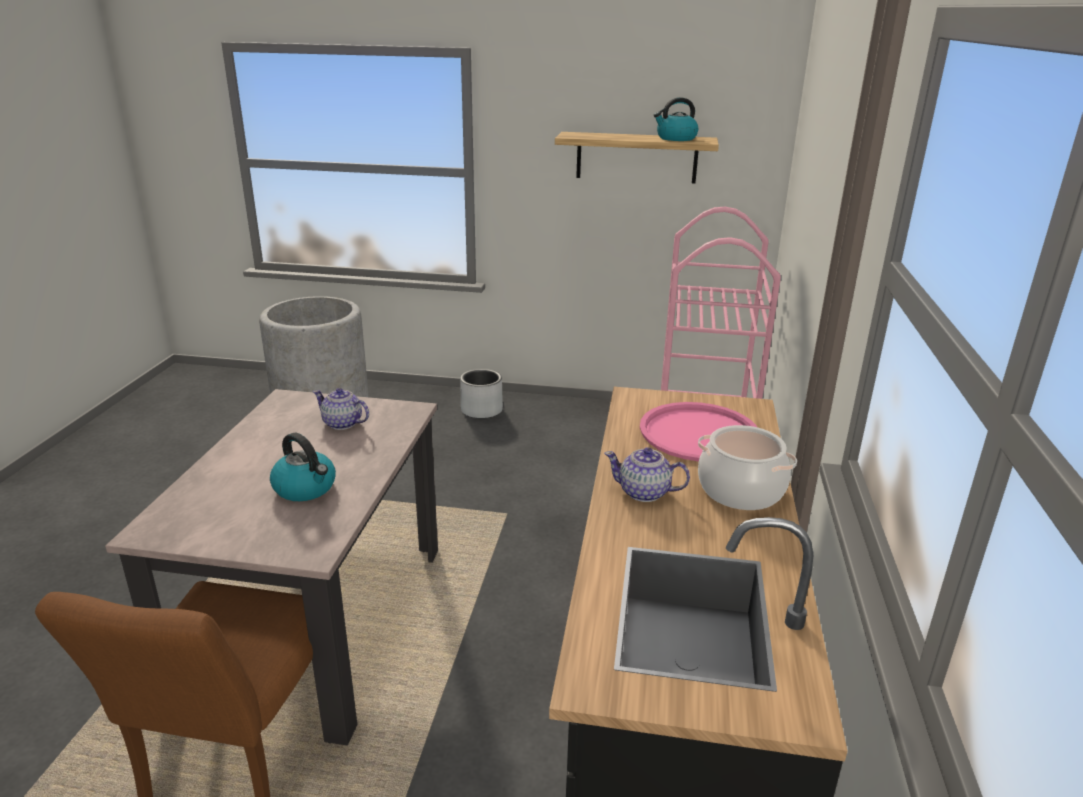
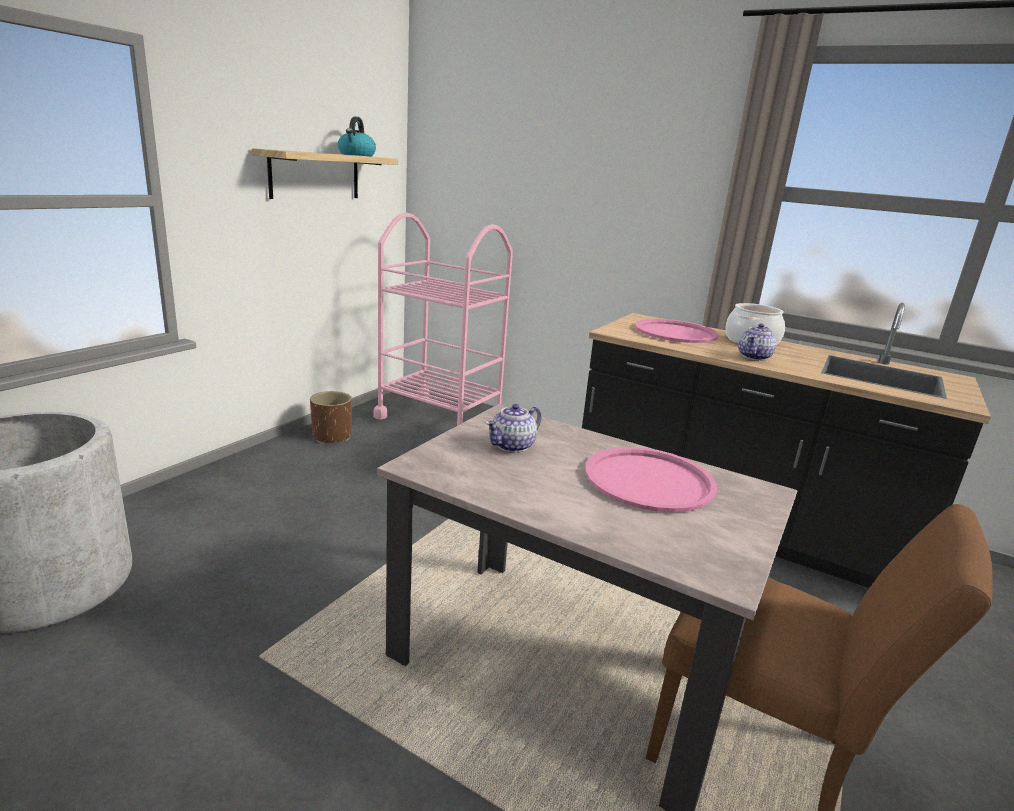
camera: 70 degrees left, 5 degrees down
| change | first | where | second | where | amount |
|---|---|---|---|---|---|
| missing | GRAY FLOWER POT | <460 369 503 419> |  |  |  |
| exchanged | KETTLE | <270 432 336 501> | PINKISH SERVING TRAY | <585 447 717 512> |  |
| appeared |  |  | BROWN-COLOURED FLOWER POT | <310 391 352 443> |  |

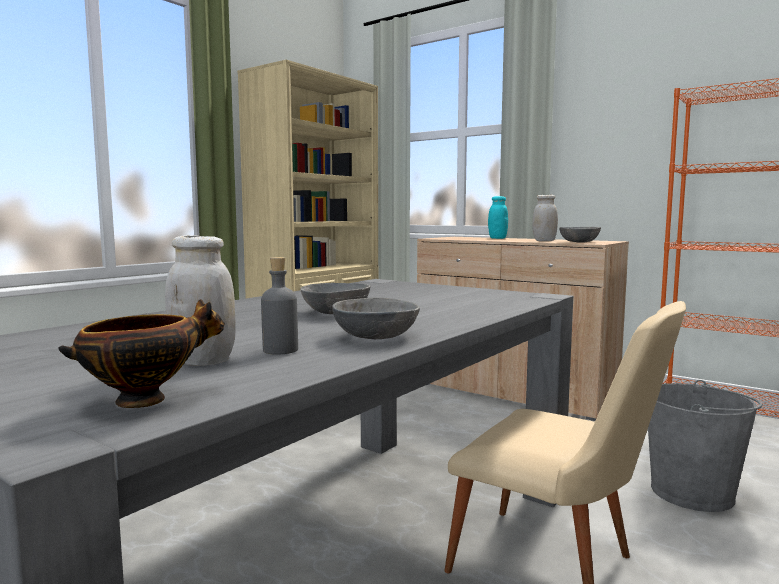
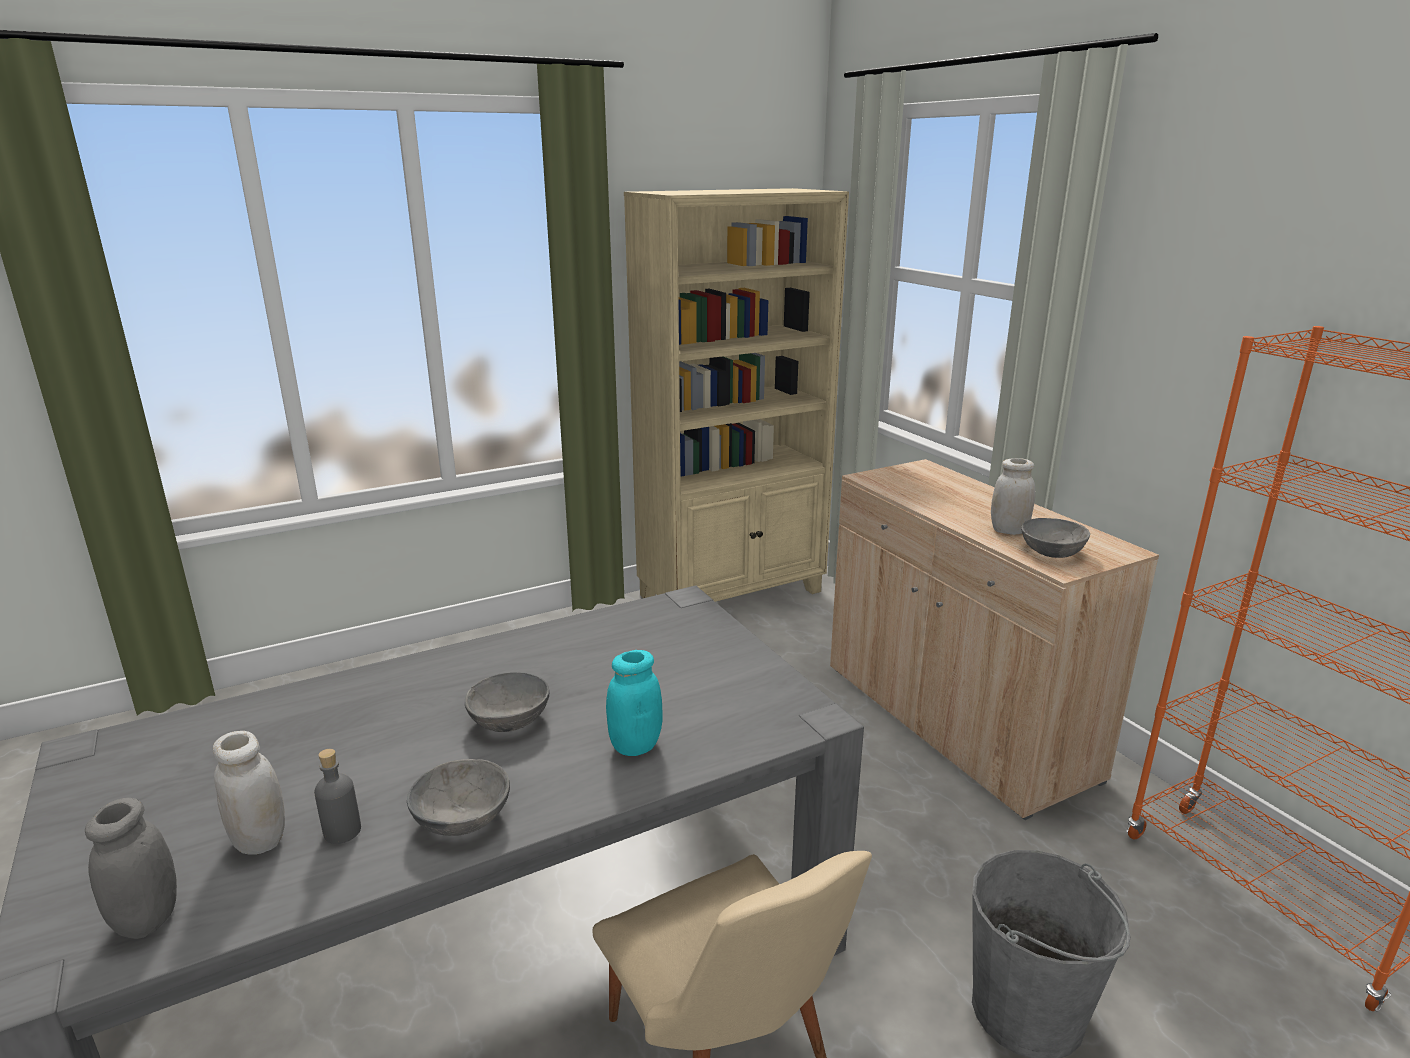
camera: 25 degrees right, 15 degrees up
| change | first | where | second | where | amount |
|---|---|---|---|---|---|
| relocated | TURQUOISE-COLOURED PRESERVE JAR | <488 196 508 239> |  | <606 650 663 756> |  |
| exchanged | DEEP DISH | <59 299 225 408> | GRAY PRESERVE JAR | <85 798 177 939> |  |

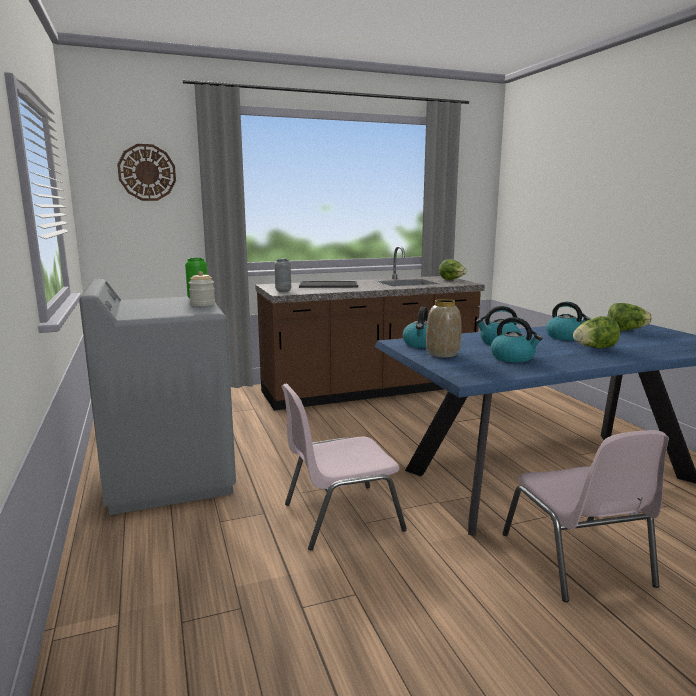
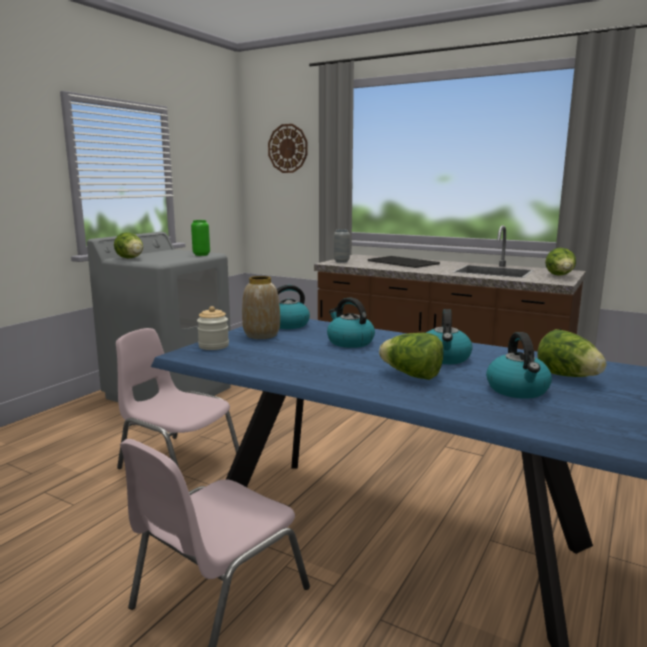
camera: 50 degrees right, 0 degrees up
| change | first | where | second | where | amount |
|---|---|---|---|---|---|
| relocated | PRESERVE JAR | <189 271 215 306> |  | <197 306 229 350> |  |
| relocated | KETTLE | <491 317 542 362> |  | <486 332 552 399> |  |
| appeared |  |  | LETTUCE HEAD | <114 232 143 258> |  |

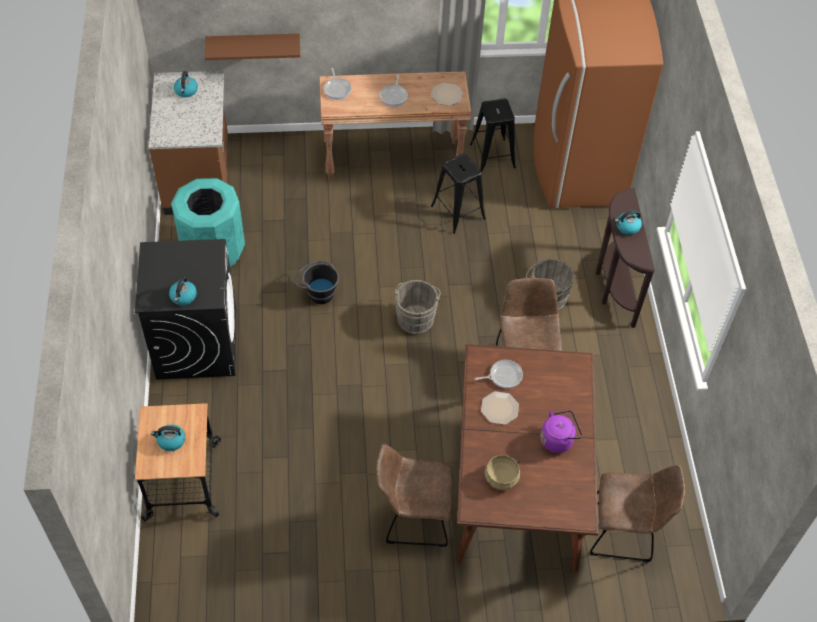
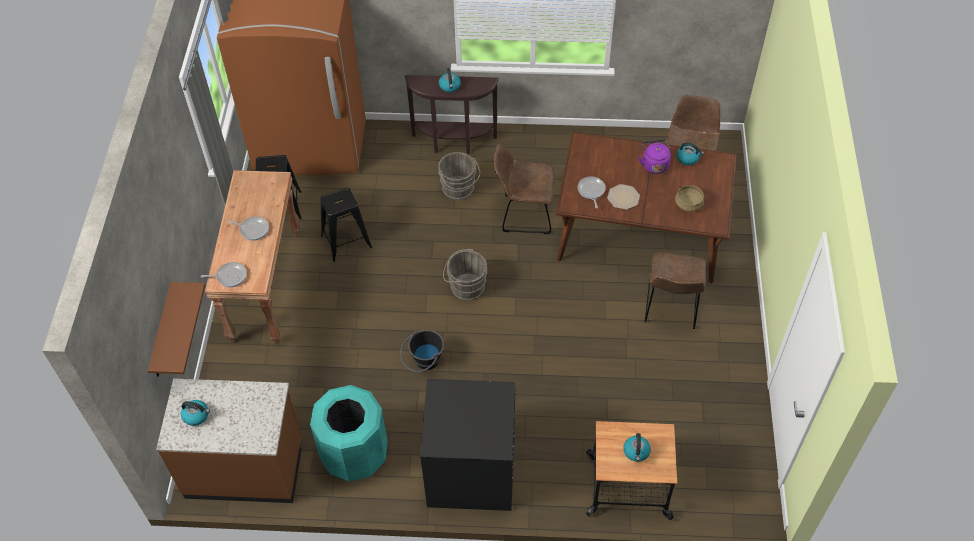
camera: 80 degrees left, 0 degrees up
| change | first | where | second | where | amount |
|---|---|---|---|---|---|
| missing | PLATE | <431 83 463 106> |  |  |  |
| relocated | KETTLE | <169 276 197 305> |  | <677 142 704 165> |  |

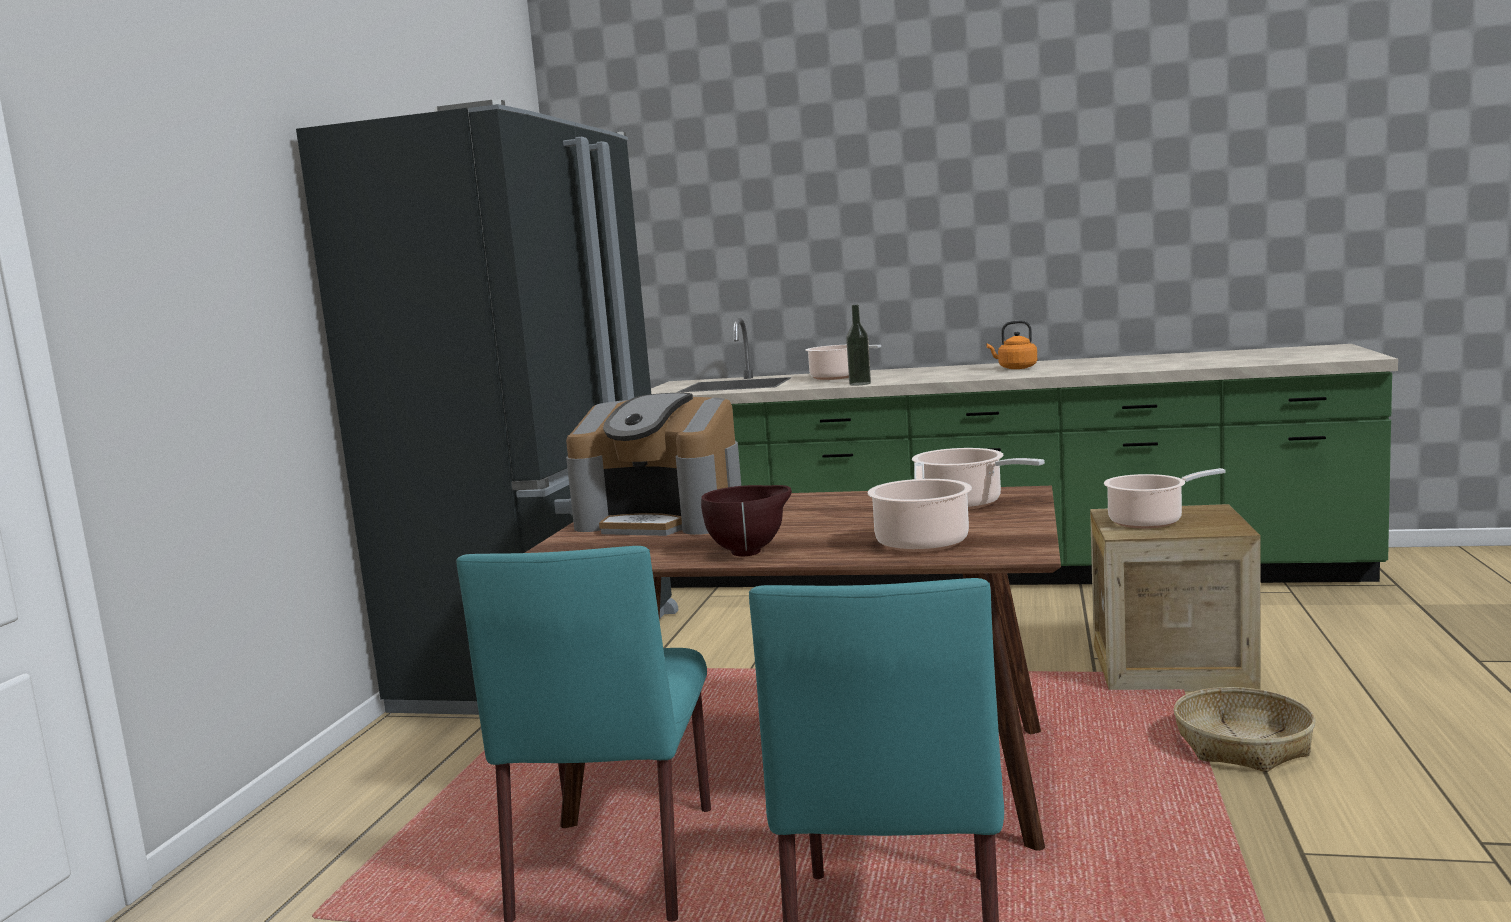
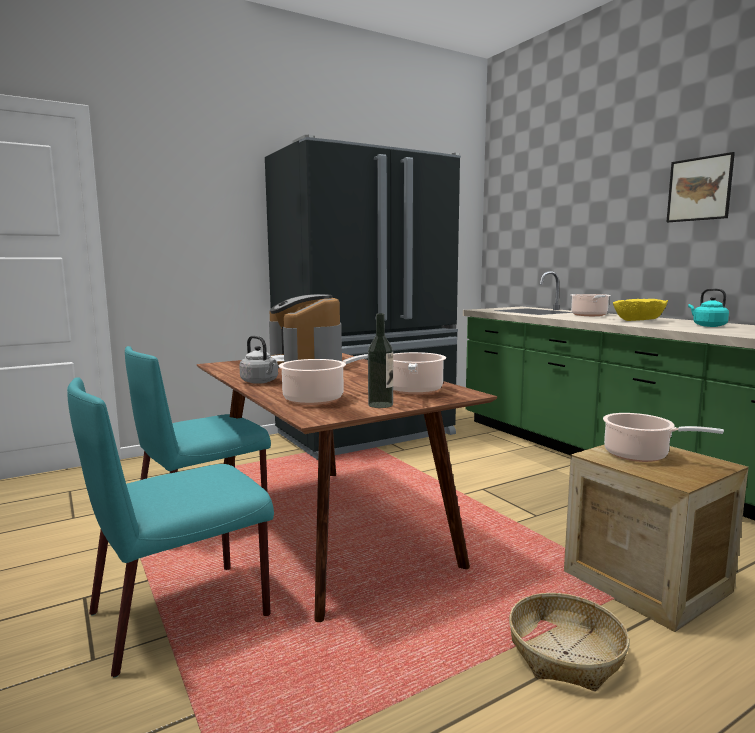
camera: 45 degrees right, 0 degrees up
| change | first | where | second | where | amount |
|---|---|---|---|---|---|
| relocated | BEVERAGE BOTTLE | <846 305 871 386> |  | <368 313 393 408> |  |
| colour | ORANGE-COLOURED KETTLE | <987 320 1037 369> | TURQUOISE-COLOURED KETTLE | <688 288 729 327> |  |
| exchanged | BROWN-COLOURED DEEP DISH | <701 485 792 556> | GRAY KETTLE | <239 336 278 384> |  |
| appeared |  |  | PICTURE | <667 152 735 222> |  |
| appeared |  |  | YELLOWISH DEEP DISH | <613 299 668 321> |  |

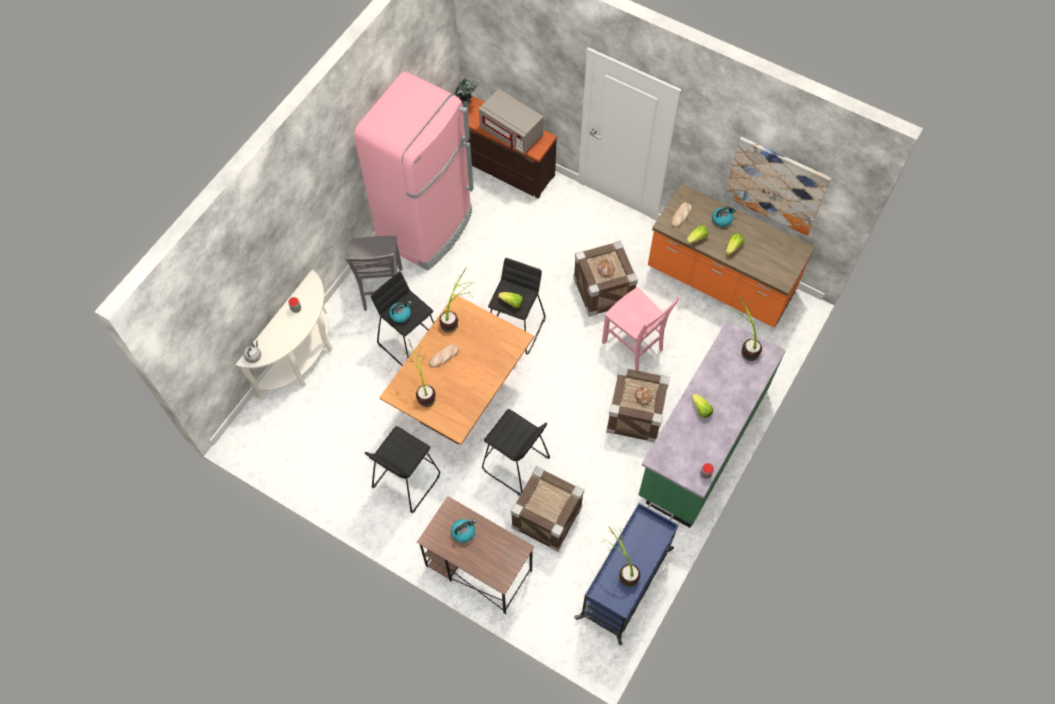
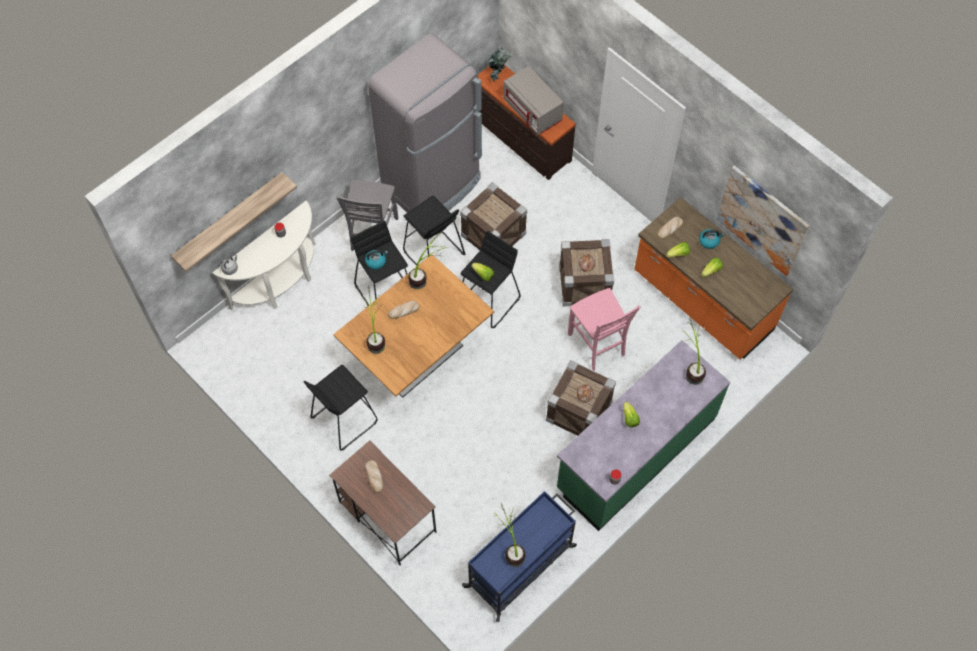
camera: 15 degrees right, 0 degrees up
| change | first | where | second | where | amount |
|---|---|---|---|---|---|
| colour | PINKISH FRIDGE | <354 72 474 270> | GRAY FRIDGE | <368 33 482 213> |  |
| relocated | BLACK STOOL SEAT | <482 409 550 496> |  | <403 196 465 265> |  |
| relocated | SHIPPING CRATE | <511 466 584 552> |  | <460 182 527 250> |  |
| exchanged | KETTLE | <451 519 476 543> | BAKED BREAD | <365 460 383 493> |  |
| appeared |  |  | BRACKET SHELF | <171 172 297 272> |  |

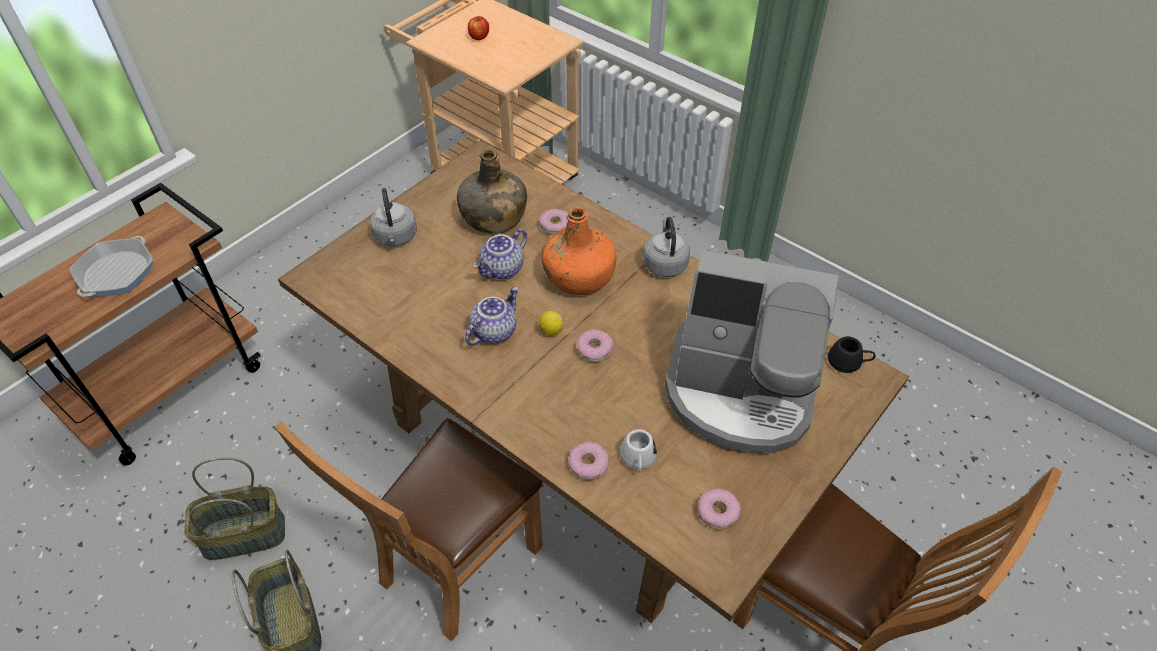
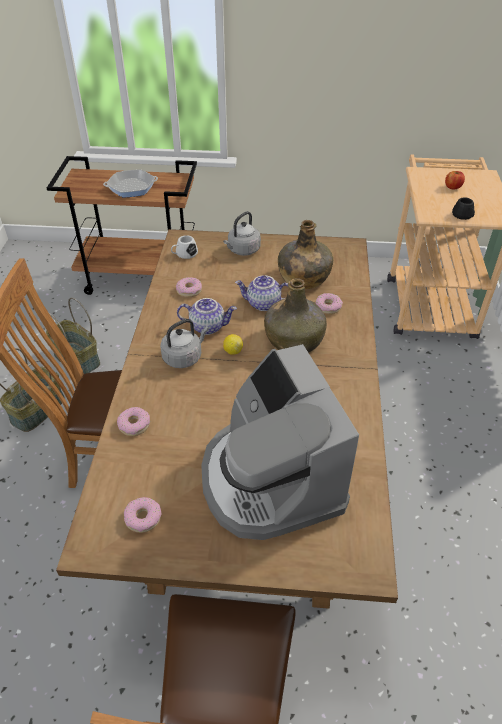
camera: 55 degrees right, 5 degrees down
| change | first | where | second | where | amount |
|---|---|---|---|---|---|
| colour | ORANGE-COLOURED BEVERAGE BOTTLE | <542 207 616 295> | GREEN-COLOURED BEVERAGE BOTTLE | <264 278 327 353> |  |
| relocated | GRAY KETTLE | <643 217 690 277> |  | <160 319 209 368> |  |
| relocated | RING DOUGHNUT | <577 329 614 362> |  | <176 277 202 297> |  |
| relocated | BLACK MUG | <828 336 876 373> |  | <452 198 475 220> |  |
| relocated | WHITE-COLOURED MUG | <620 429 657 472> |  | <171 235 198 259> |  |

